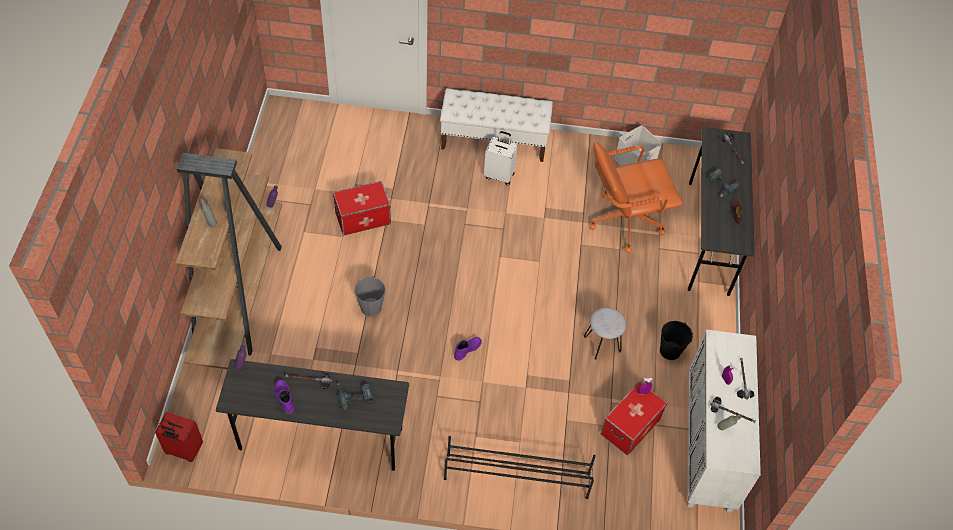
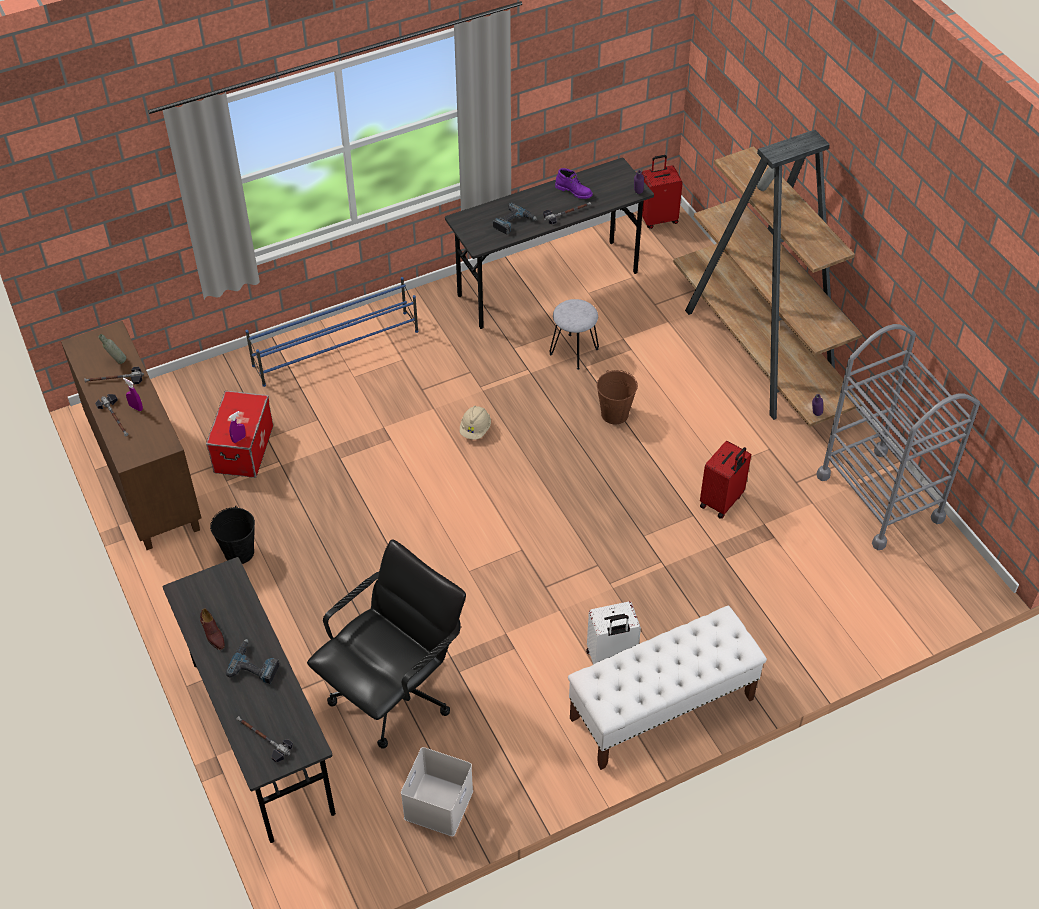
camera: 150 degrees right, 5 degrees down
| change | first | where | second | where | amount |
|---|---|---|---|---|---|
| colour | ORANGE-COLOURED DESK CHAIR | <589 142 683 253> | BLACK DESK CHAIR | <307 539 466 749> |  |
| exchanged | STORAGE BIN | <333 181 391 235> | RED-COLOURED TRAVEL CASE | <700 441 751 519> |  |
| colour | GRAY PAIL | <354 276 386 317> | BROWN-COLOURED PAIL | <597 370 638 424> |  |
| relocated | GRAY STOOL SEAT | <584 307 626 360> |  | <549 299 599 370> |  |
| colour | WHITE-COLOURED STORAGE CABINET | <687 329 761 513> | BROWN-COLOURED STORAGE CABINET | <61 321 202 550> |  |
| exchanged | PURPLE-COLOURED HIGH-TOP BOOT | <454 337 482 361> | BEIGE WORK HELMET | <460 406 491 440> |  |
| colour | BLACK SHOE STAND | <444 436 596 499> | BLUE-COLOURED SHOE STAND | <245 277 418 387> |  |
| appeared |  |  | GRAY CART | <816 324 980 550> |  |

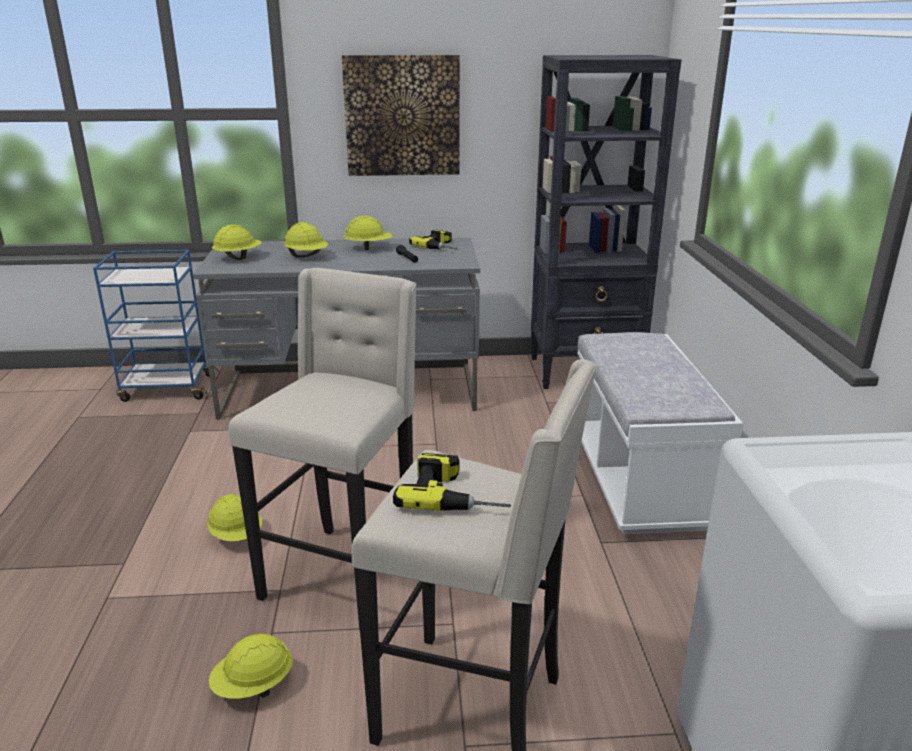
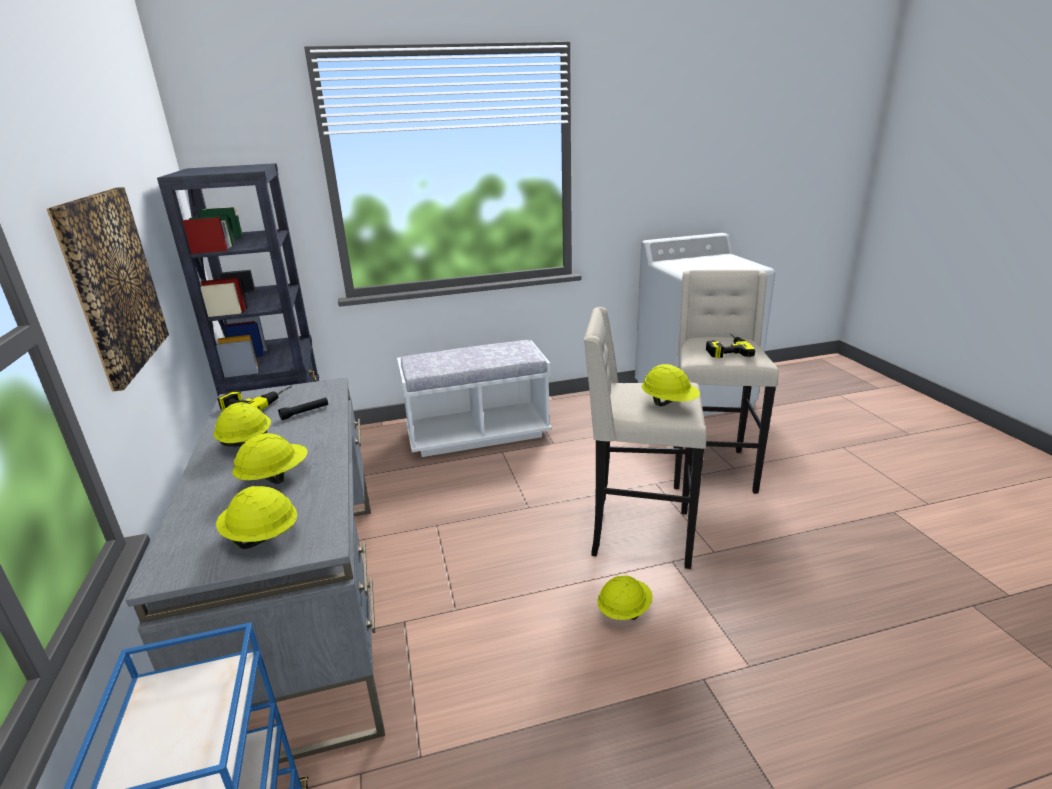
camera: 100 degrees left, 0 degrees up
| change | first | where | second | where | amount |
|---|---|---|---|---|---|
| relocated | YELLOWISH WORK HELMET | <209 634 293 699> |  | <642 364 700 406> |  |

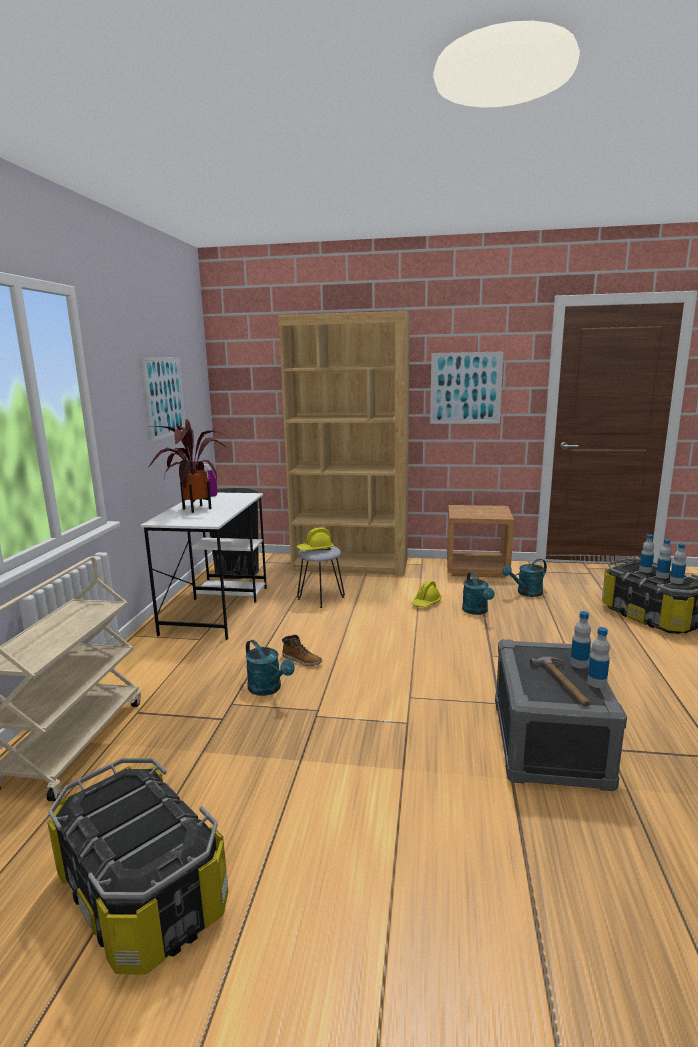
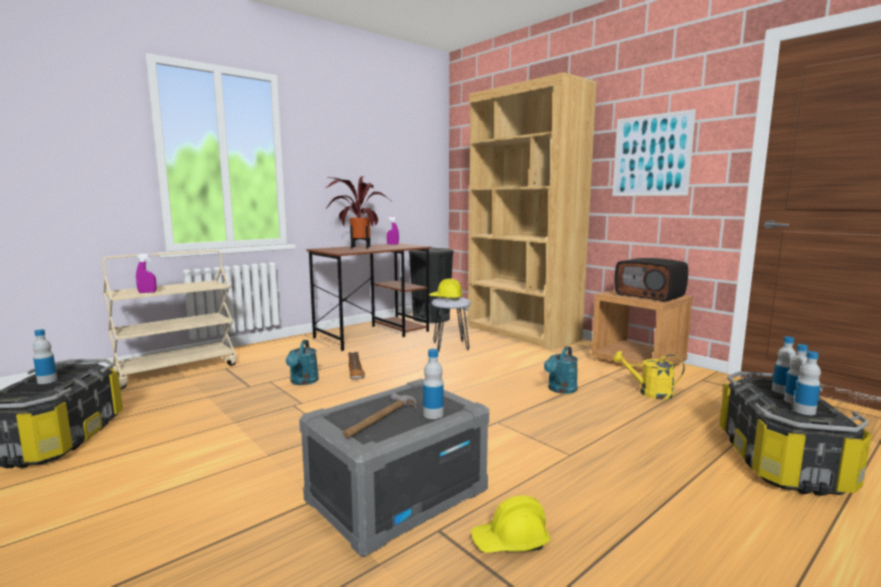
camera: 40 degrees right, 5 degrees down
| change | first | where | second | where | amount |
|---|---|---|---|---|---|
| missing | PICTURE | <142 357 185 442> |  |  |  |
| colour | WHITE-COLOURED DESK UNIT | <141 493 267 640> | BROWN-COLOURED DESK UNIT | <307 243 431 351> |  |
| colour | TURQUOISE-COLOURED SPRINKLING CAN | <502 559 547 597> | YELLOWISH SPRINKLING CAN | <613 351 685 399> |  |
| relocated | YELLOWISH WORK HELMET | <411 580 442 607> |  | <471 495 550 552> |  |
| relocated | BEVERAGE BOTTLE | <587 627 610 688> |  | <33 329 57 384> |  |
| appeared |  |  | PURPLE-COLOURED HAND SPRAYER | <136 253 157 293> |  |
| appeared |  |  | RADIO SET | <615 258 688 302> |  |

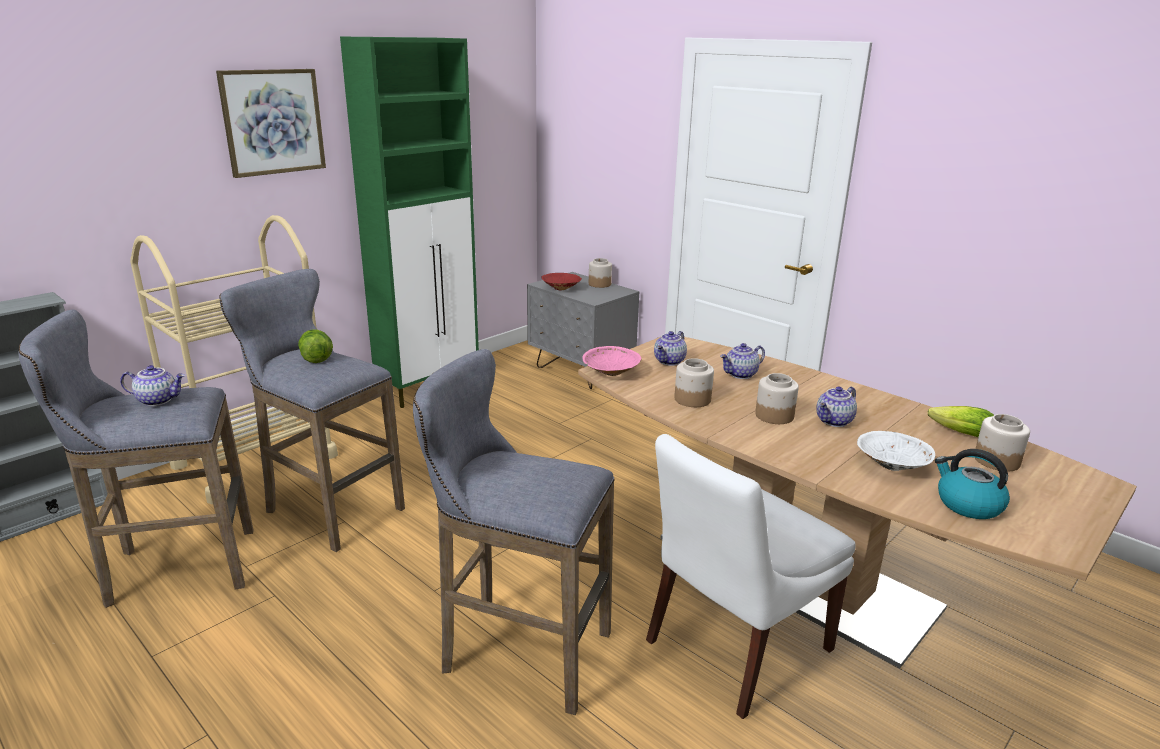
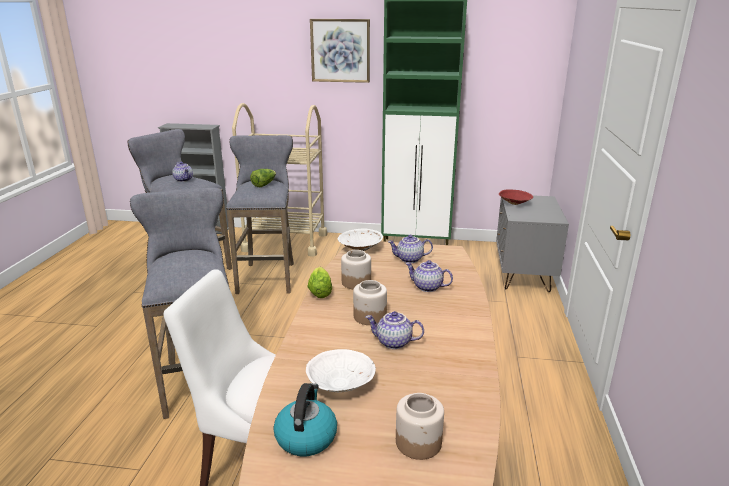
camera: 55 degrees right, 0 degrees up
| change | first | where | second | where | amount |
|---|---|---|---|---|---|
| missing | PRESERVE JAR | <589 258 612 288> |  |  |  |
| colour | PINKISH DEEP DISH | <582 346 641 376> | WHITE-COLOURED DEEP DISH | <338 229 383 251> |  |
| relocated | LETTUCE HEAD | <928 406 994 437> |  | <308 267 332 298> |  |

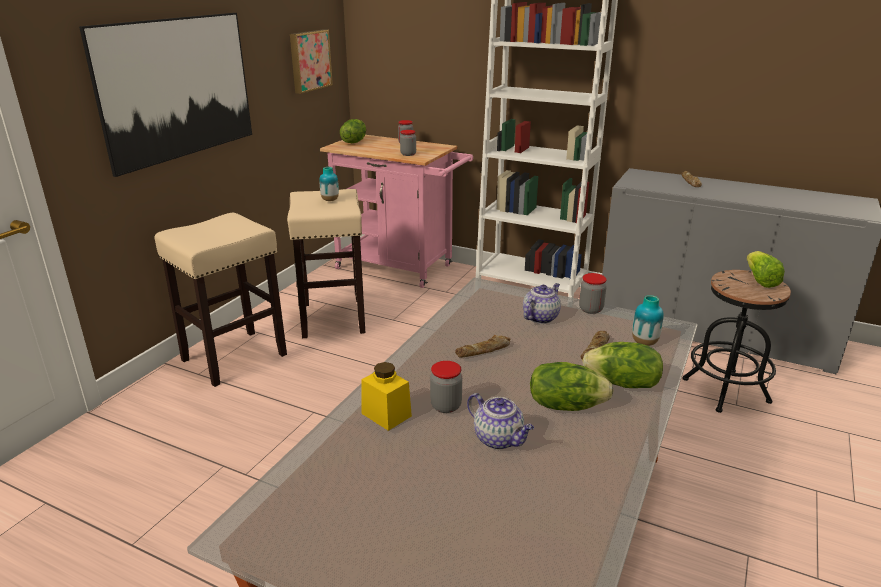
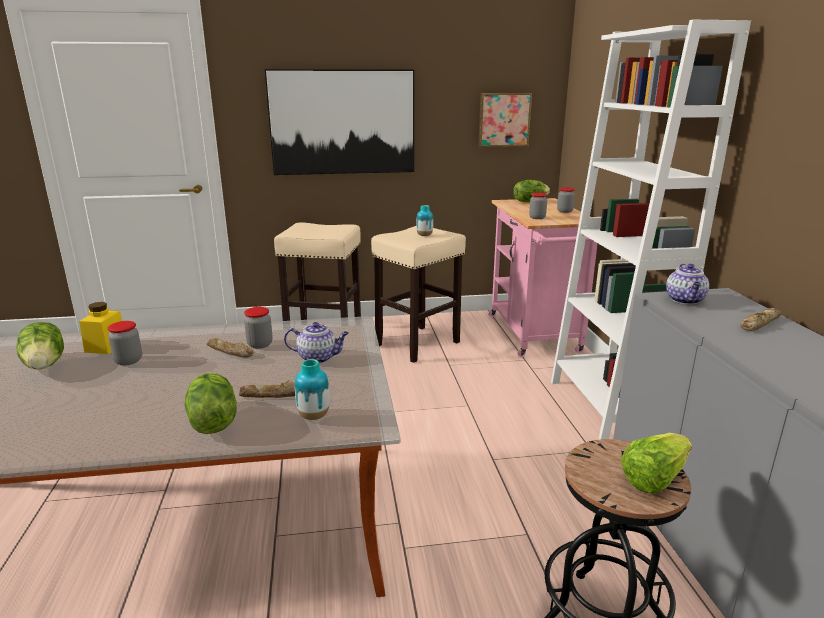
camera: 55 degrees right, 5 degrees down
| change | first | where | second | where | amount |
|---|---|---|---|---|---|
| relocated | PRESERVE JAR | <579 273 607 314> |  | <244 307 273 349> |  |
| relocated | LETTUCE HEAD | <530 362 613 411> |  | <16 322 64 370> |  |
| relocated | TEAPOT | <467 393 534 450> |  | <666 264 709 304> |  |

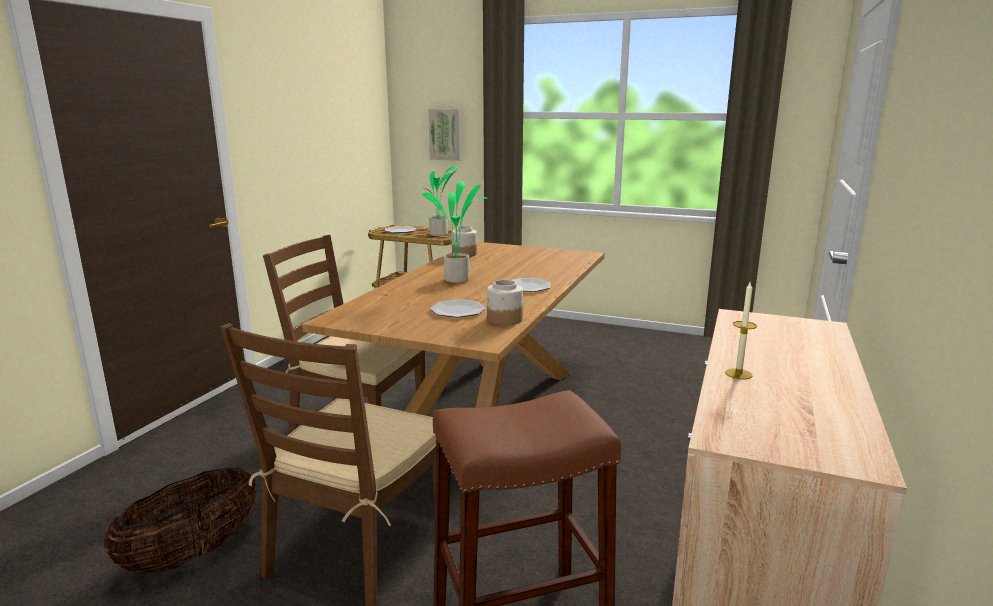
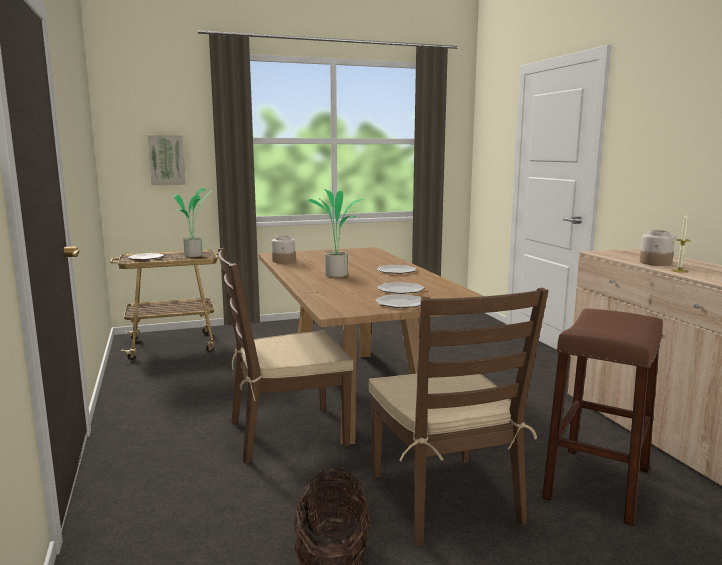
camera: 40 degrees left, 5 degrees down
| change | first | where | second | where | amount |
|---|---|---|---|---|---|
| relocated | PRESERVE JAR | <487 280 523 326> |  | <640 230 675 266> |  |
| appeared |  |  | PLATE | <375 294 421 308> |  |

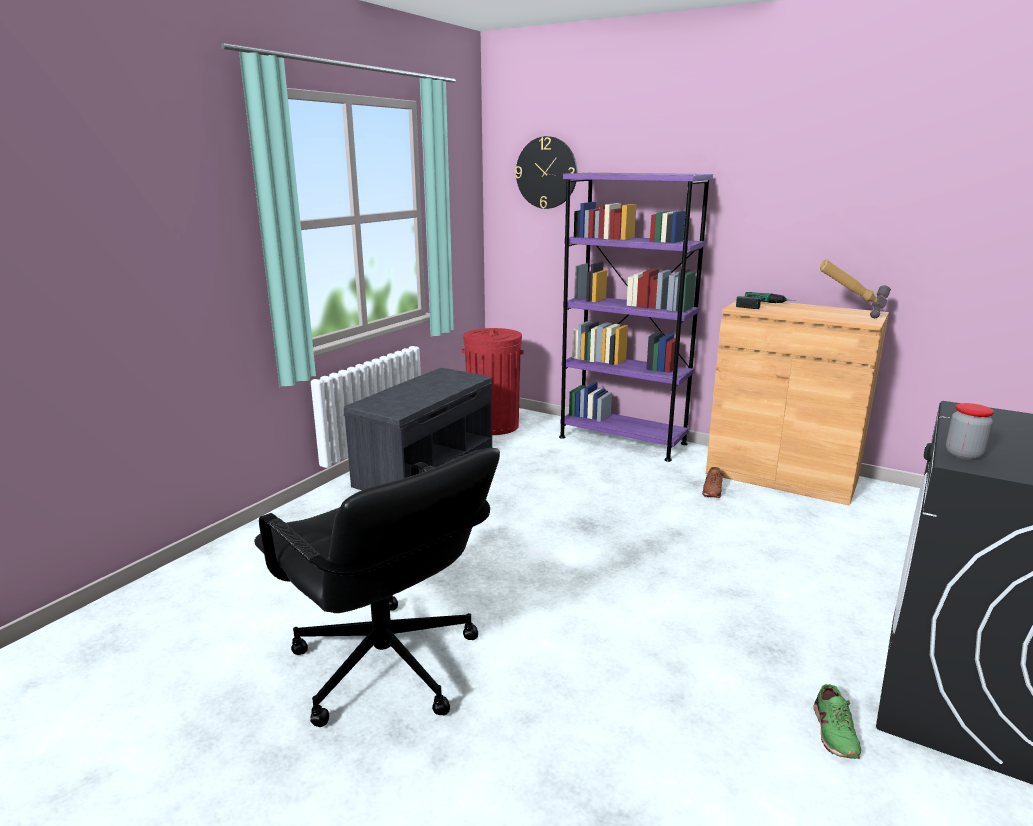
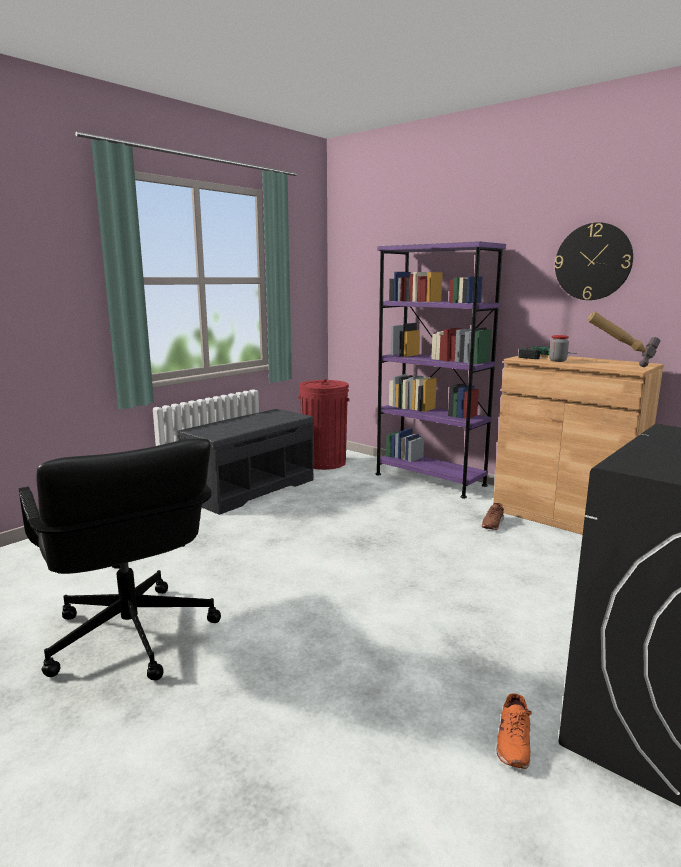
camera: 10 degrees right, 5 degrees down
| change | first | where | second | where | amount |
|---|---|---|---|---|---|
| relocated | WALL CLOCK | <515 136 577 209> |  | <555 222 633 300> |  |
| relocated | PRESERVE JAR | <946 403 994 460> |  | <549 335 569 362> |  |
| colour | GREEN-COLOURED LOW SHOE | <814 684 861 759> | ORANGE-COLOURED LOW SHOE | <497 693 532 769> |  |

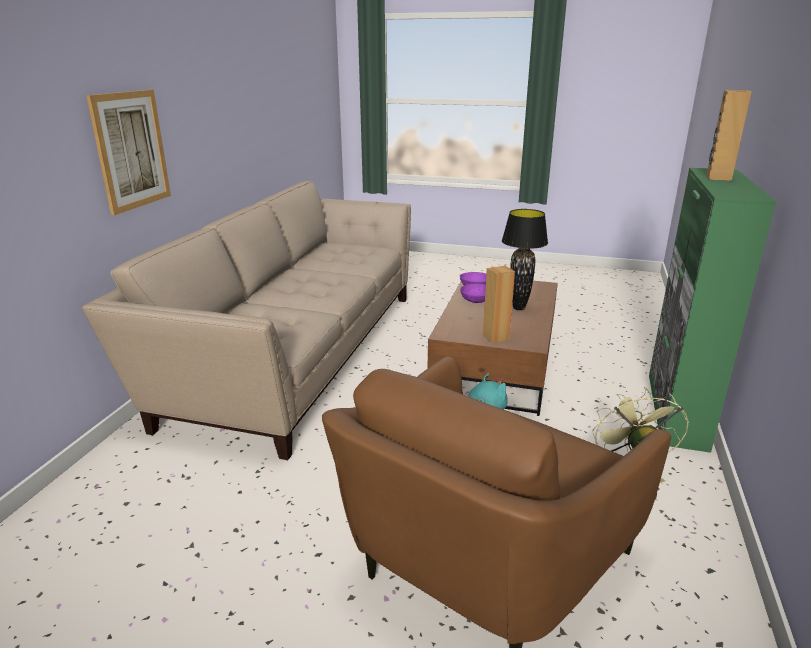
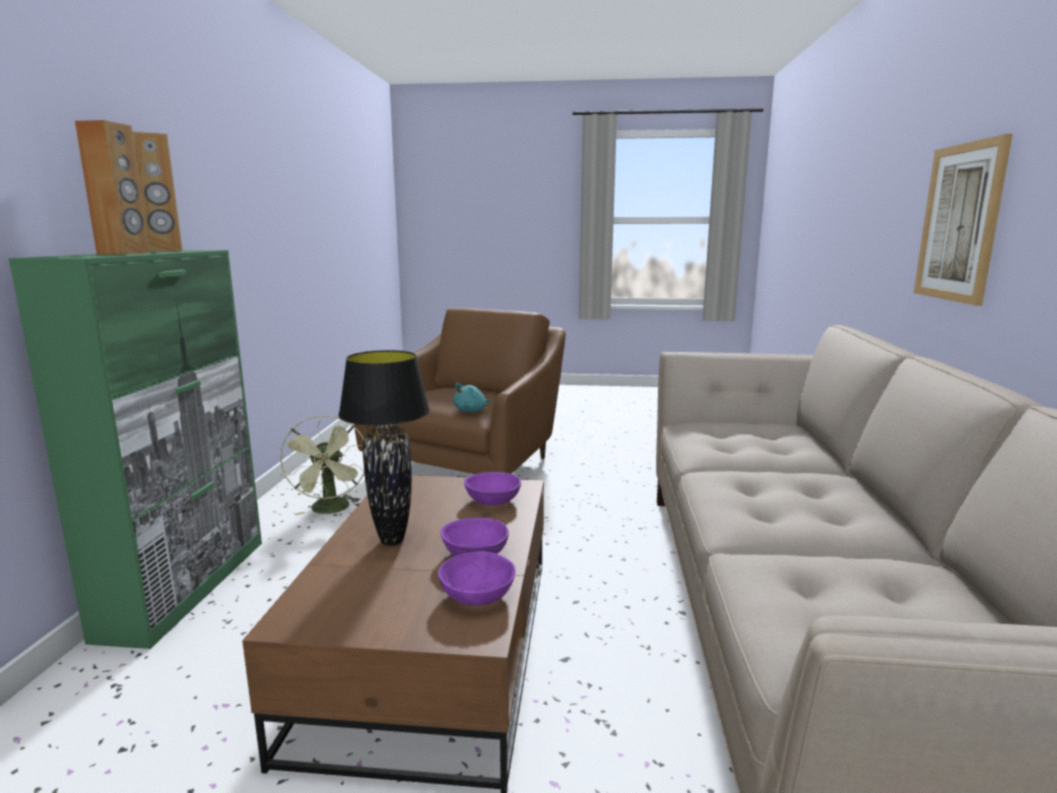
camera: 170 degrees right, 10 degrees down
| change | first | where | second | where | amount |
|---|---|---|---|---|---|
| relocated | BROWN-COLOURED LOUDSPEAKER | <483 265 515 343> |  | <132 132 183 252> |  |
| appeared |  |  | PURPLE-COLOURED DEEP DISH | <464 472 521 505> |  |

